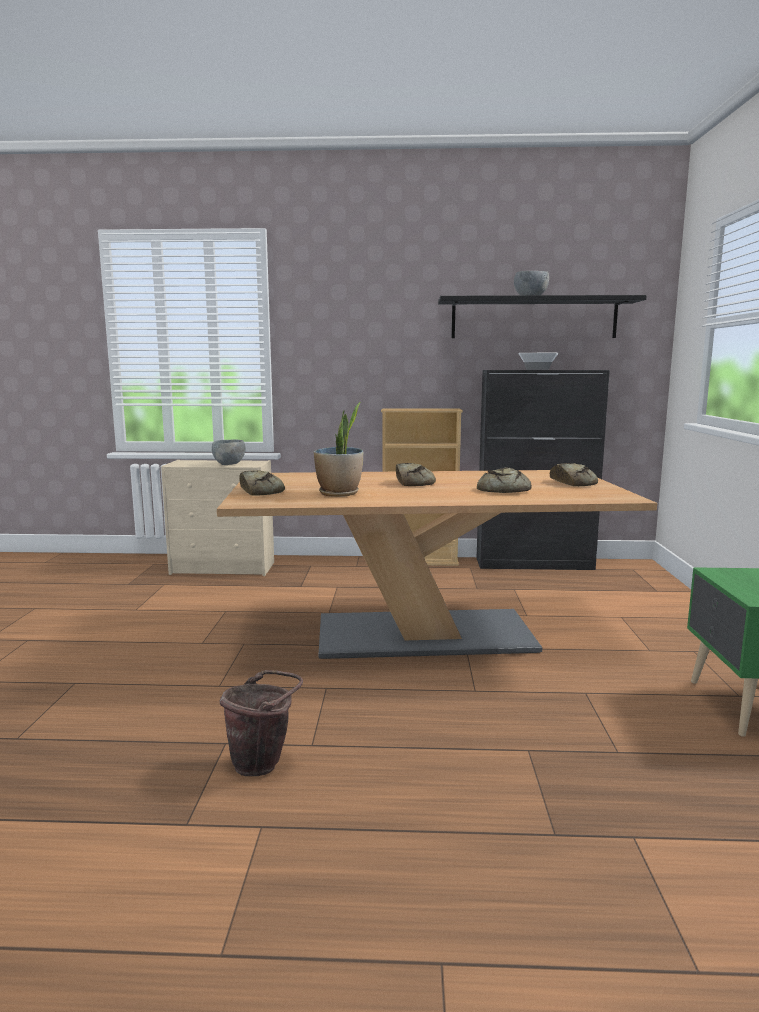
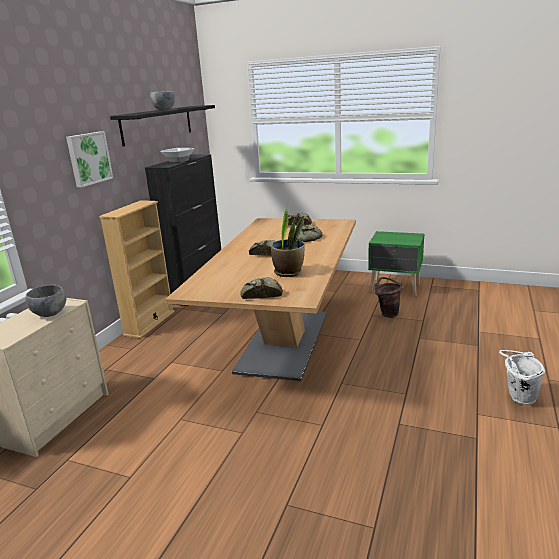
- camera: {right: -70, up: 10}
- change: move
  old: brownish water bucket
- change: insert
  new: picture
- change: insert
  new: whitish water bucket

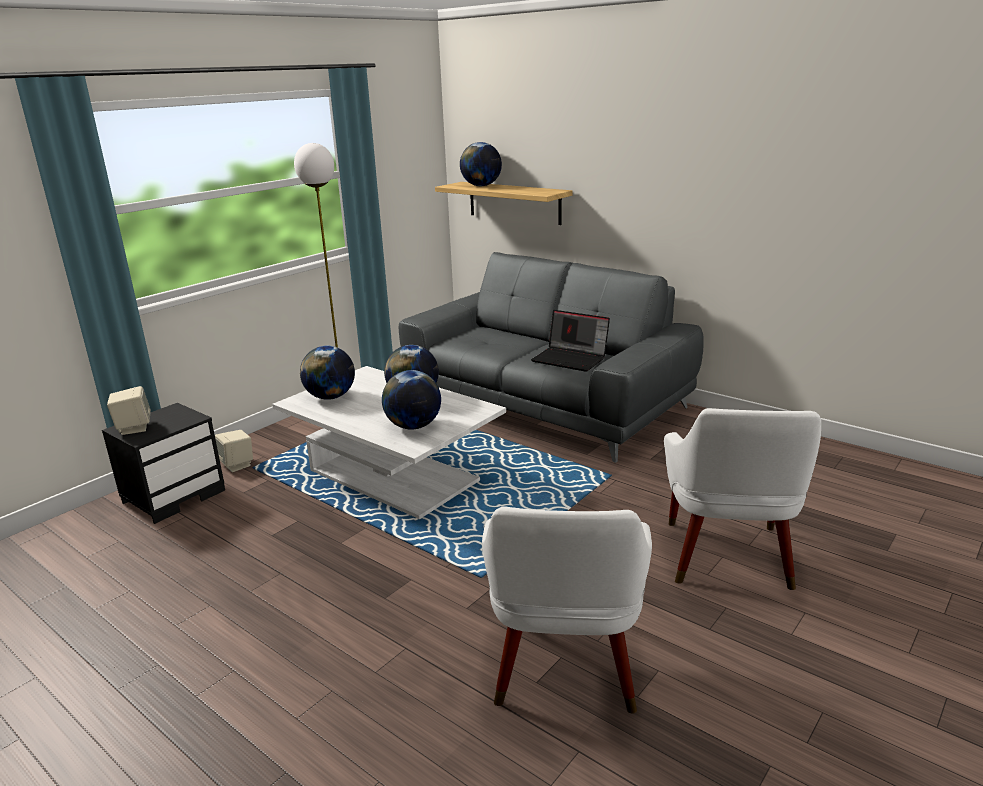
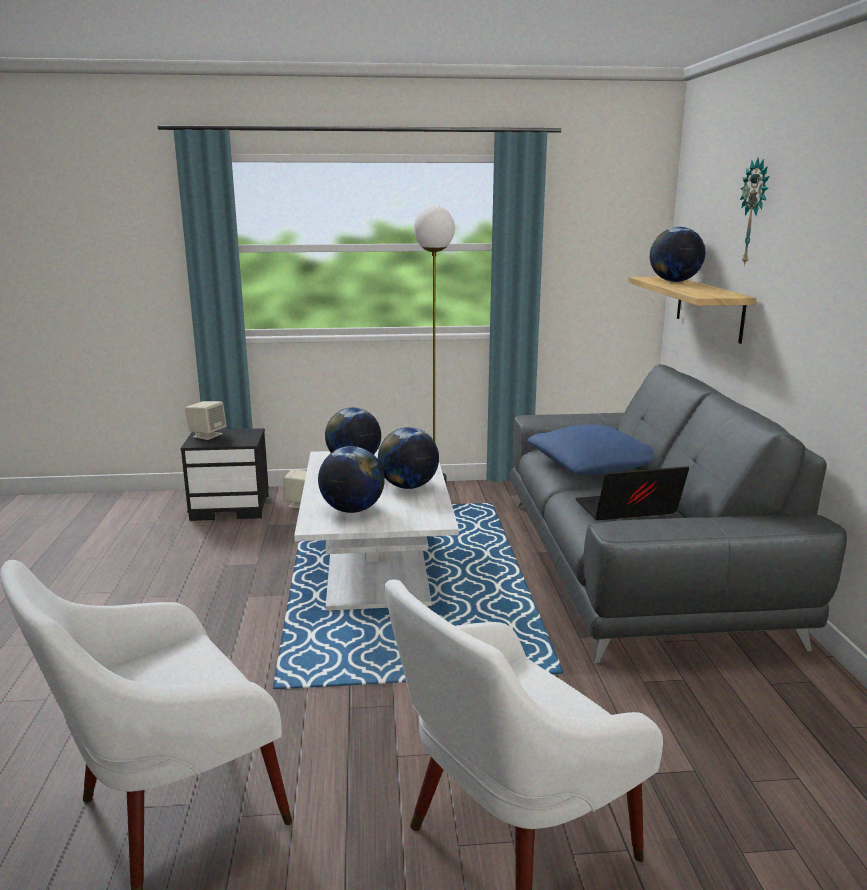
- camera: {right: 45, up: -5}
- change: rotate
  old: laptop
  degrees: 90
- change: insert
  new: bluish throw pillow
- change: insert
  new: clock on the wall

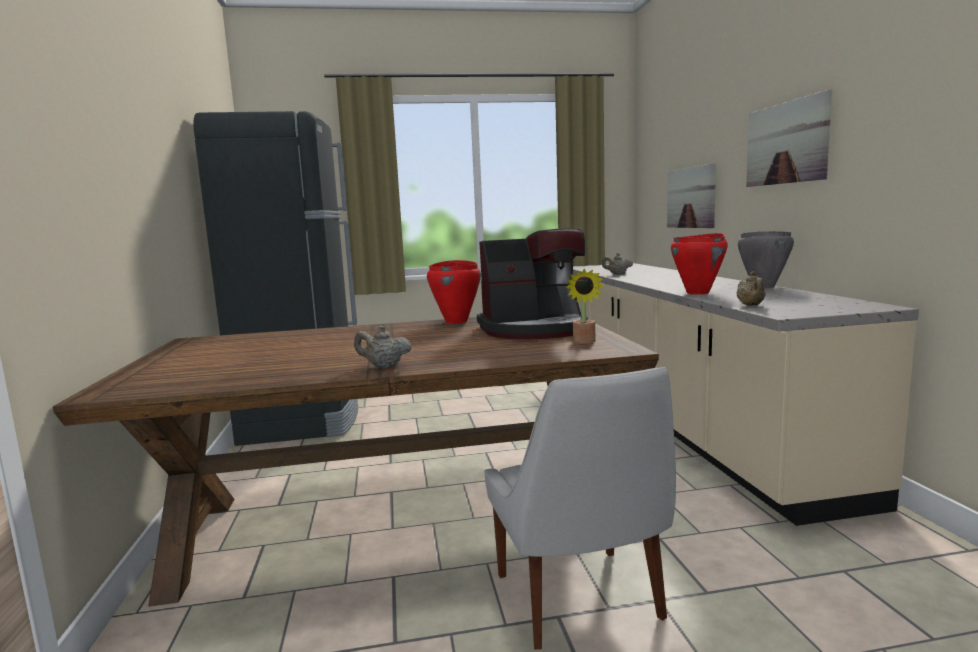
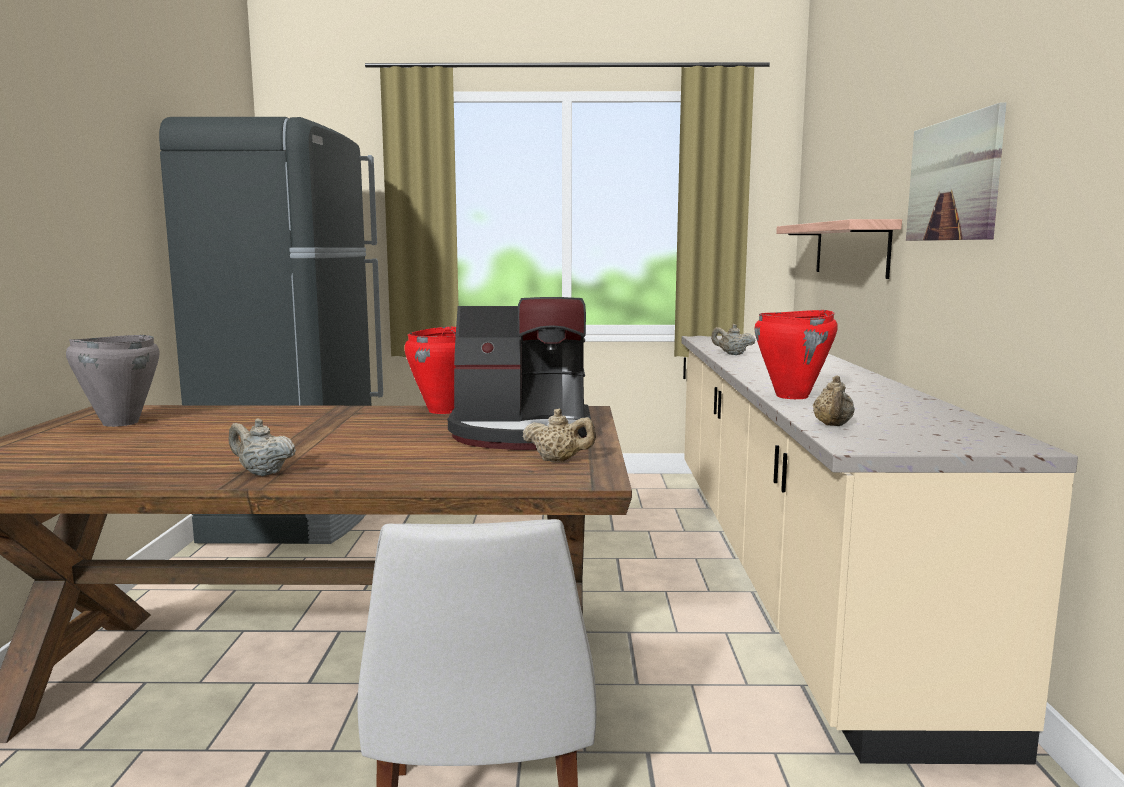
- camera: {right: 10, up: 0}
- change: replace
  old: potted plant
  new: beige teapot (2nd from left)
- change: replace
  old: picture (1st from left)
  new: bracket shelf
- change: move
  old: greyish saucepot

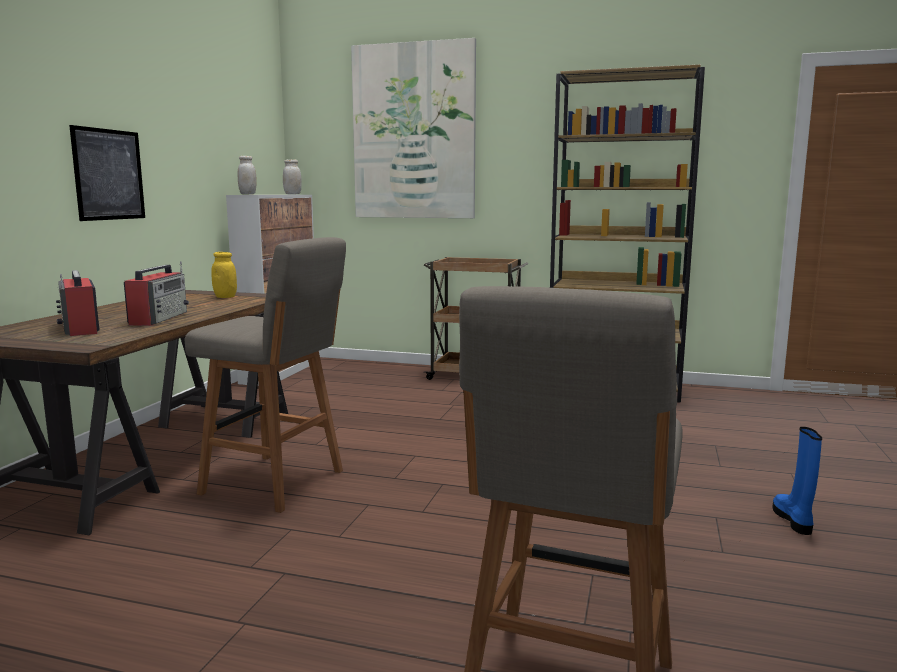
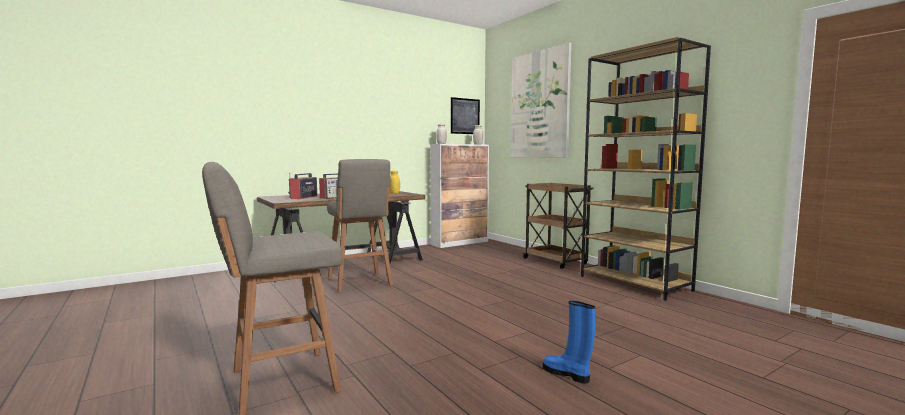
- camera: {right: 40, up: -5}
- change: move
  old: picture (1st from left)
- change: rotate
  old: bluish tall boot
  degrees: -90

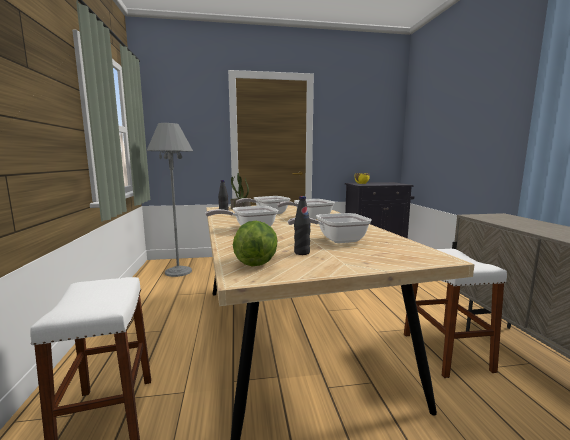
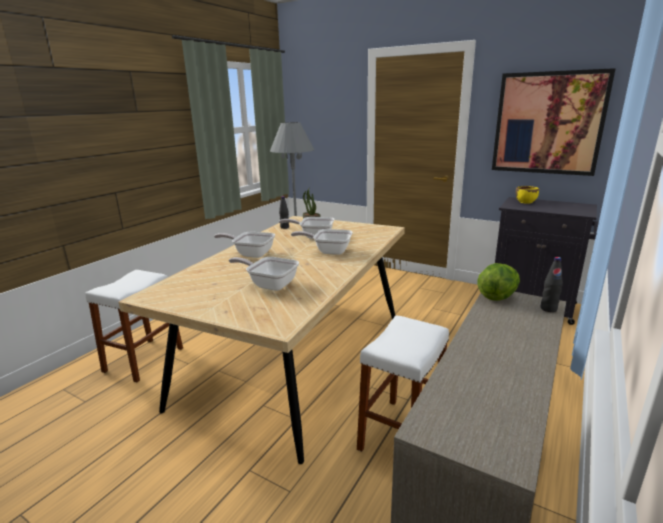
- camera: {right: 40, up: 10}
- change: move
  old: head of lettuce
- change: move
  old: black-coloured beverage bottle (2nd from left)
- change: insert
  new: picture

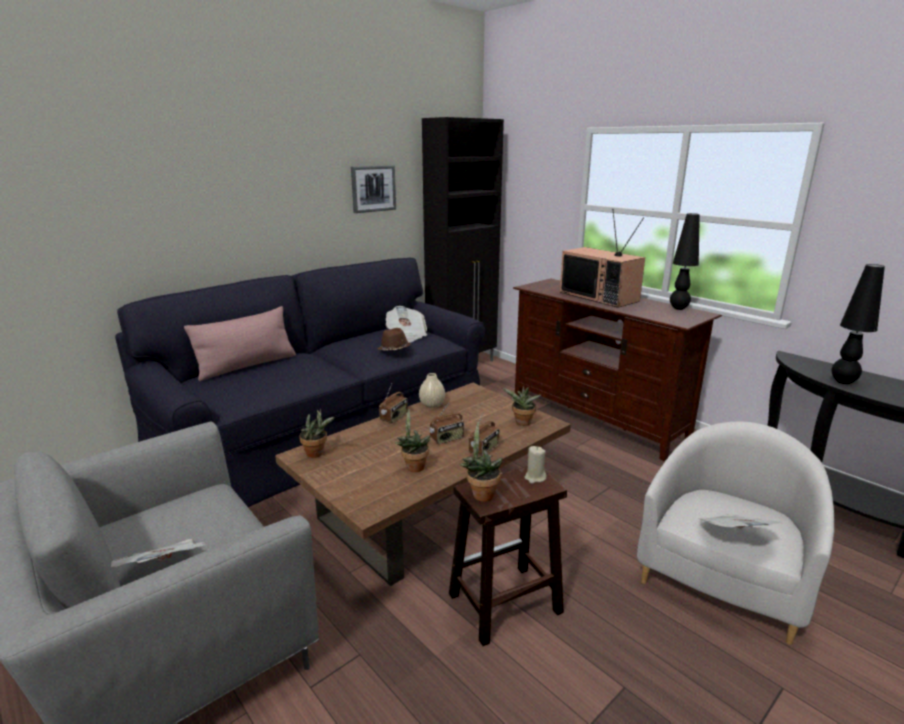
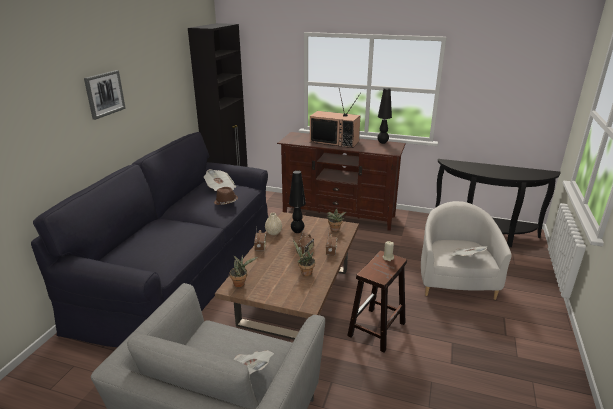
- camera: {right: -30, up: 5}
- change: delete
  old: pink-coloured throw pillow
- change: move
  old: picture
- change: delete
  old: potted plant (3rd from left)
- change: move
  old: black-coloured tabletop lamp (2nd from left in the first image)
  new: black-coloured tabletop lamp (1st from left)

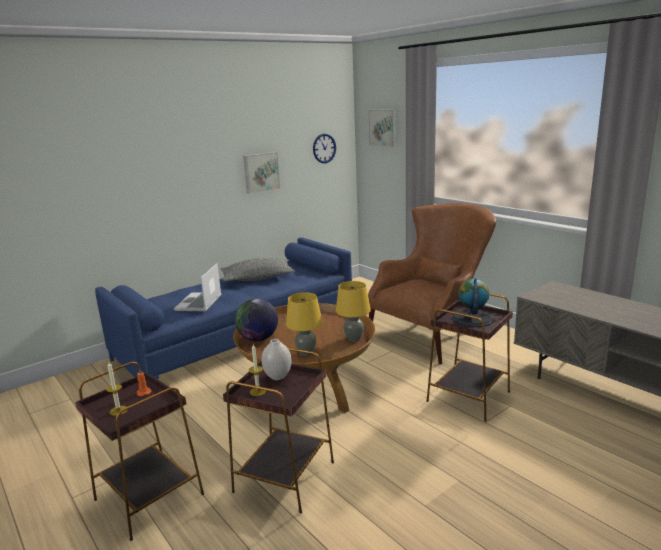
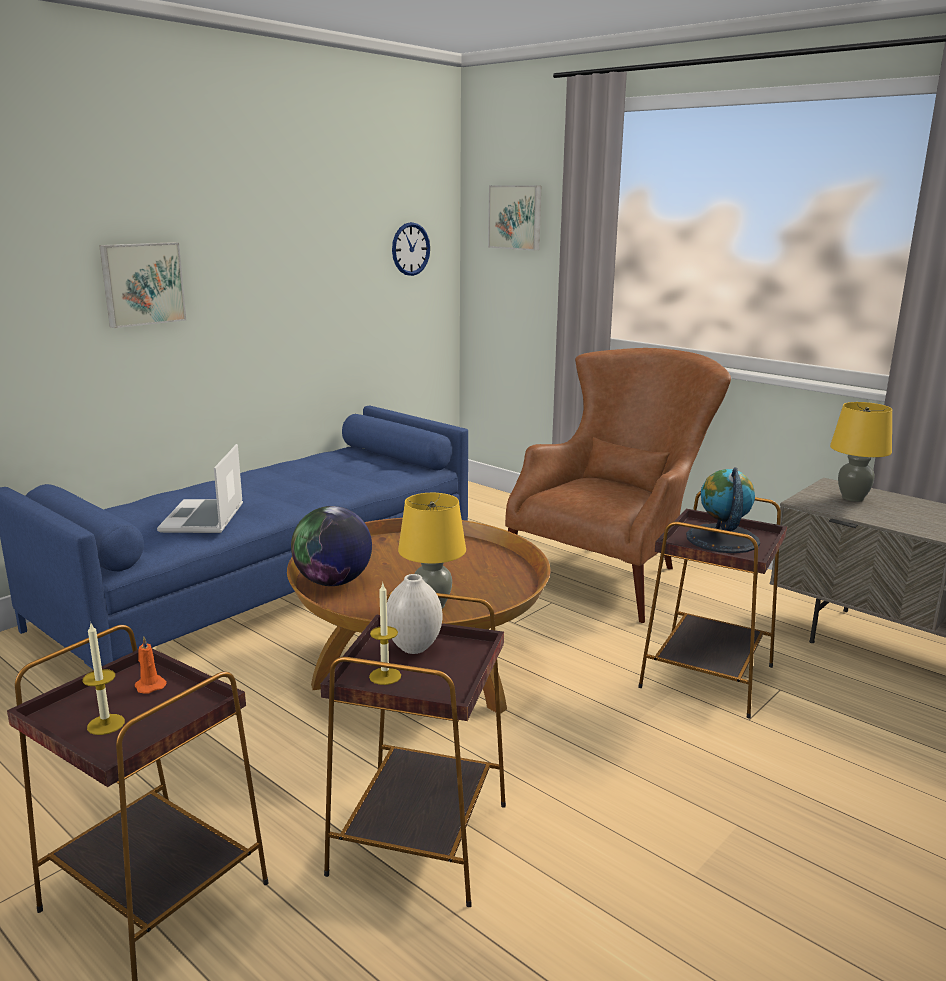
- camera: {right: -10, up: 0}
- change: delete
  old: greyish throw pillow
- change: move
  old: picture (1st from left)
- change: move
  old: yellow tabletop lamp (2nd from left)

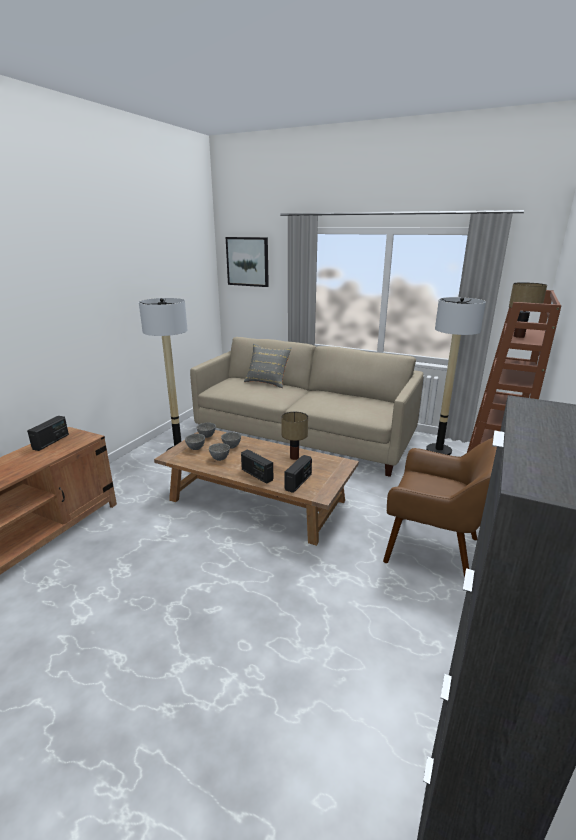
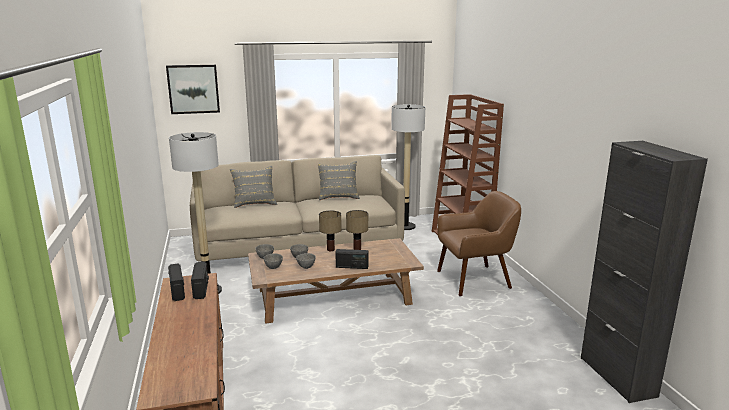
- camera: {right: -40, up: -5}
- change: move
  old: radio (3rd from left in the first image)
  new: radio (2nd from left)
- change: move
  old: tabletop lamp (2nd from left in the first image)
  new: tabletop lamp (1st from left)
- change: insert
  new: greyish throw pillow (2nd from left)

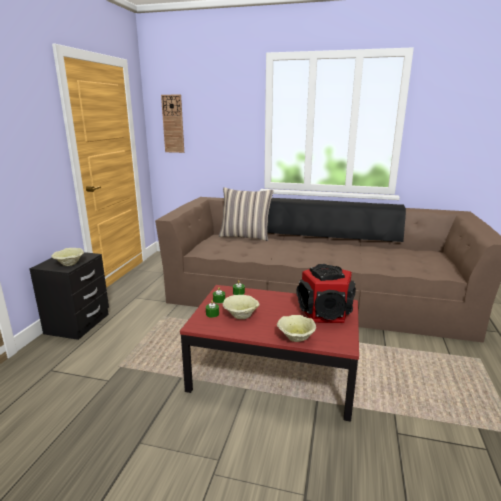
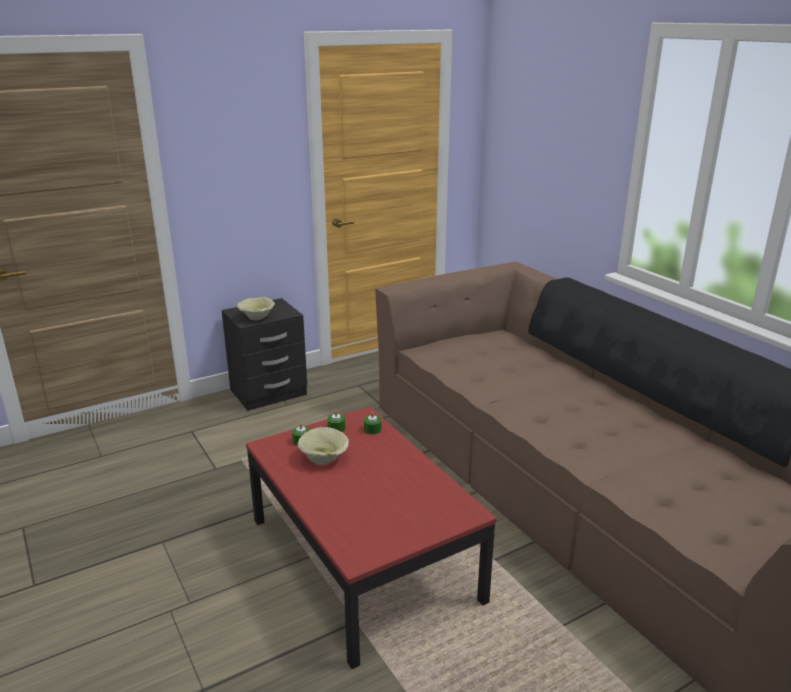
- camera: {right: 45, up: 5}
- change: delete
  old: clock on the wall
- change: delete
  old: throw pillow
- change: delete
  old: beige bowl (3rd from left)
- change: delete
  old: loudspeaker

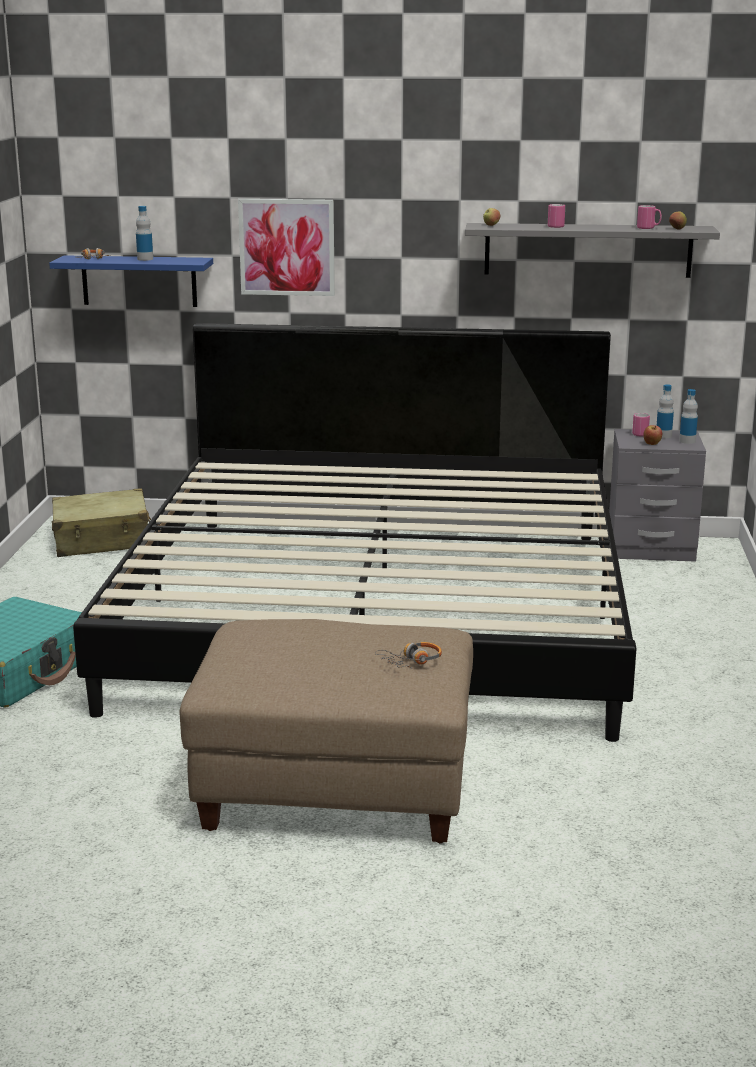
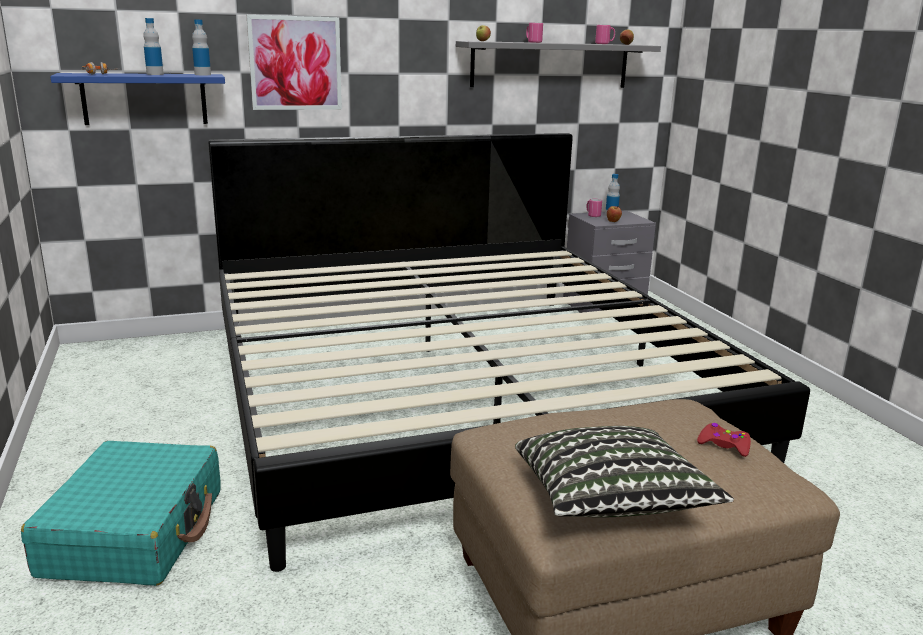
- camera: {right: -25, up: 0}
- change: delete
  old: beige travel case
- change: replace
  old: headset (2nd from left)
  new: red gamepad
- change: move
  old: beverage bottle (3rd from left in the first image)
  new: beverage bottle (2nd from left)
- change: insert
  new: throw pillow

